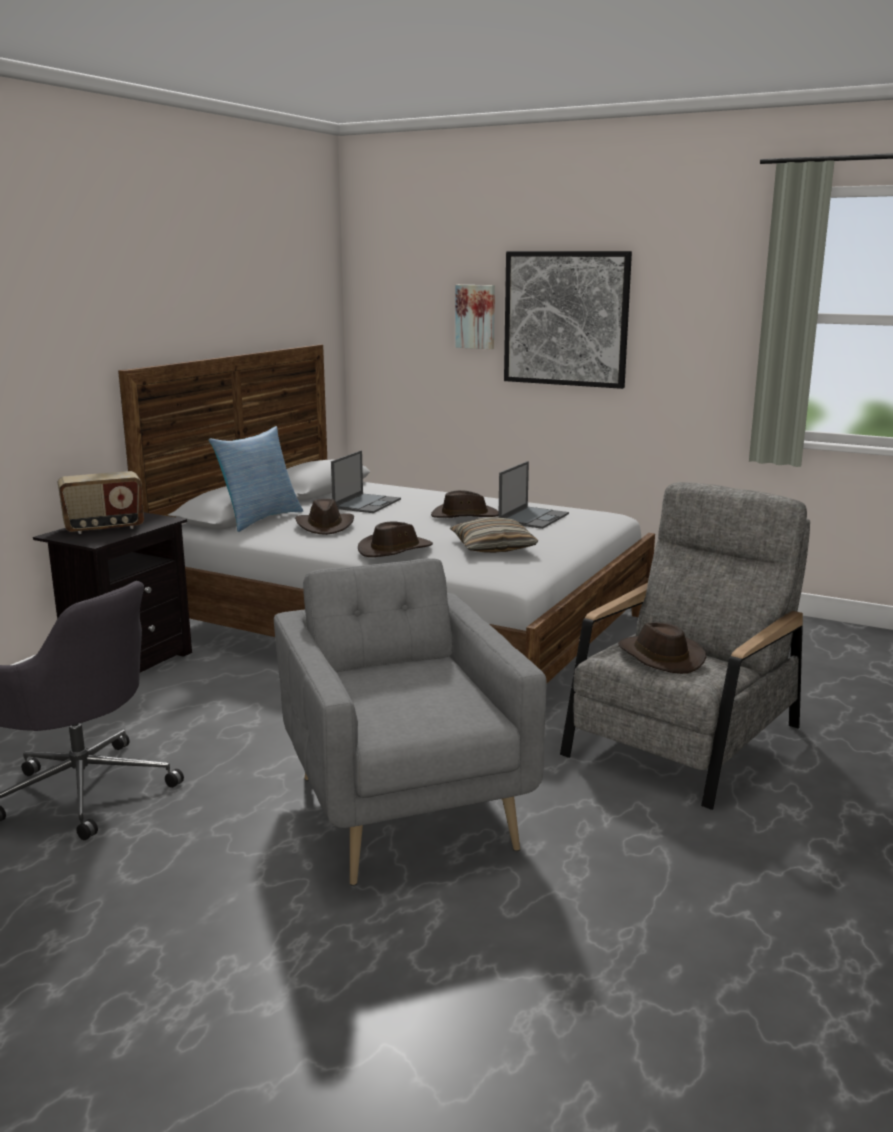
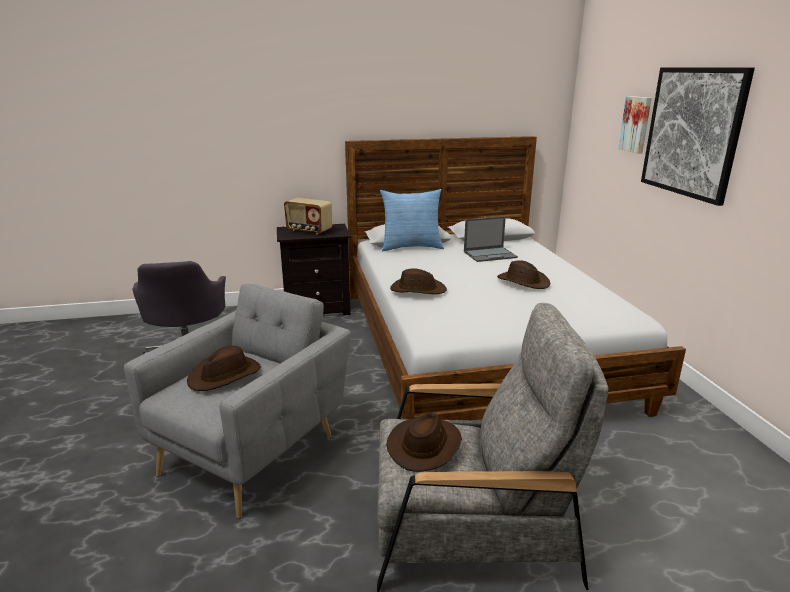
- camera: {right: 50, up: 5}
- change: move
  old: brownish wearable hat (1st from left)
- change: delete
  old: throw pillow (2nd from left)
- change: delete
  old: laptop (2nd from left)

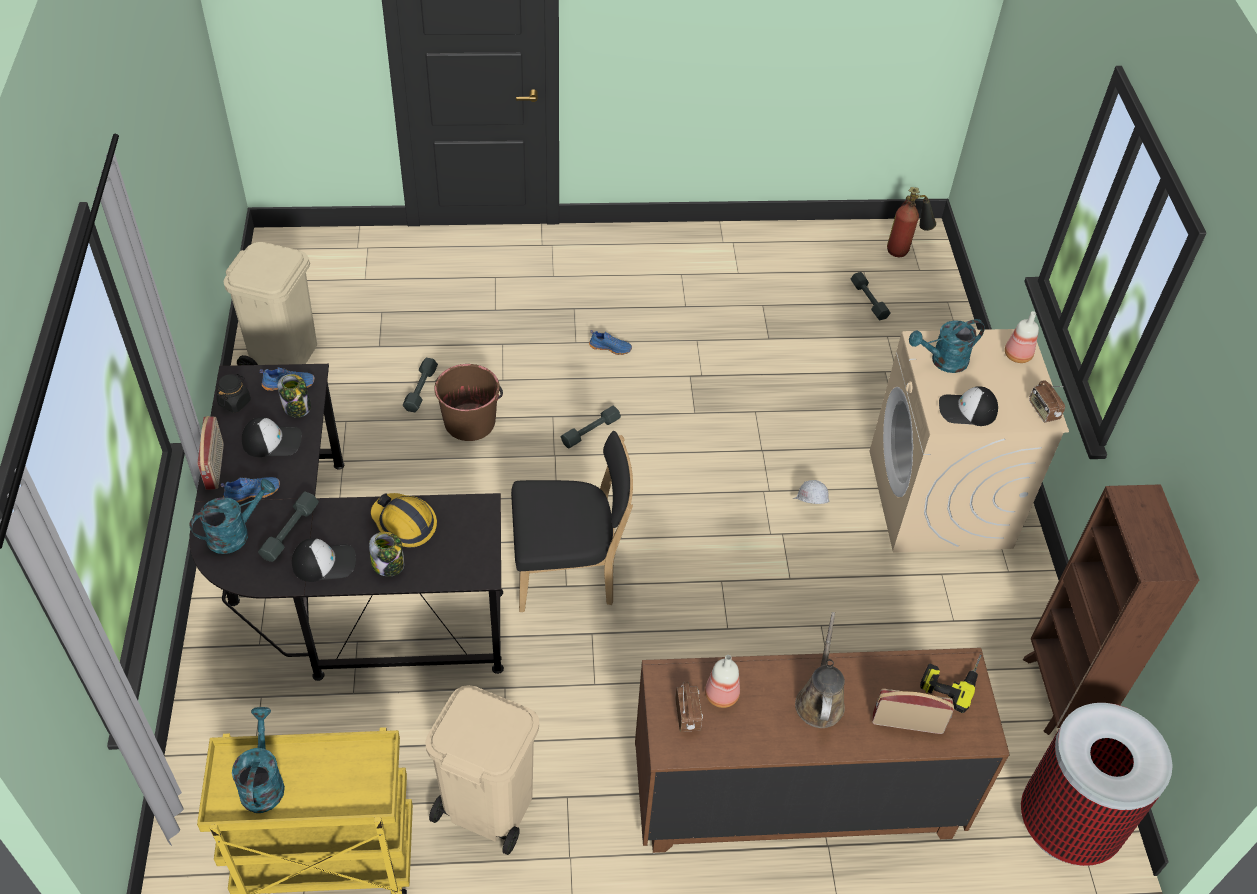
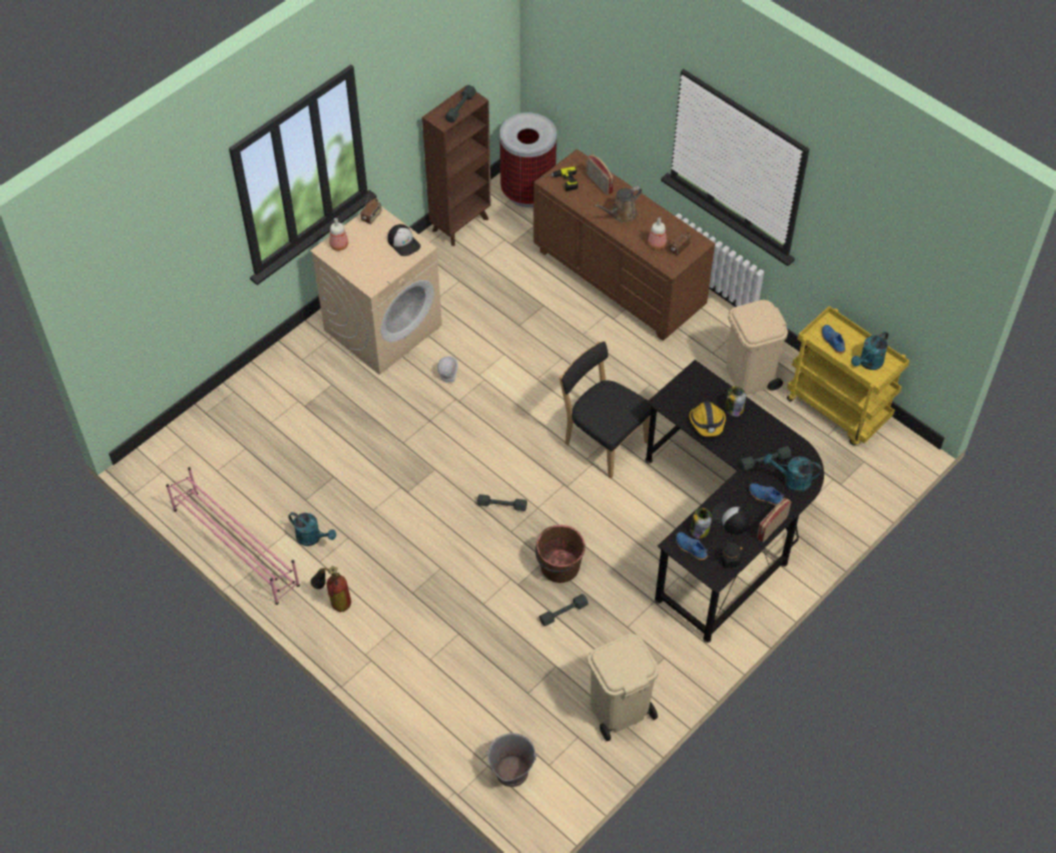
- camera: {right: -130, up: 5}
- change: delete
  old: peaked cap (2nd from left)
- change: move
  old: bluish low shoe (3rd from left)
- change: move
  old: greyish free weight (4th from left in the first image)
  new: greyish free weight (1st from left)
- change: move
  old: fire-fighting cylinder
- change: move
  old: turquoise watering pot (3rd from left in the first image)
  new: turquoise watering pot (1st from left)
- change: insert
  new: pink-coloured shoe shelf
- change: insert
  new: greyish water bucket

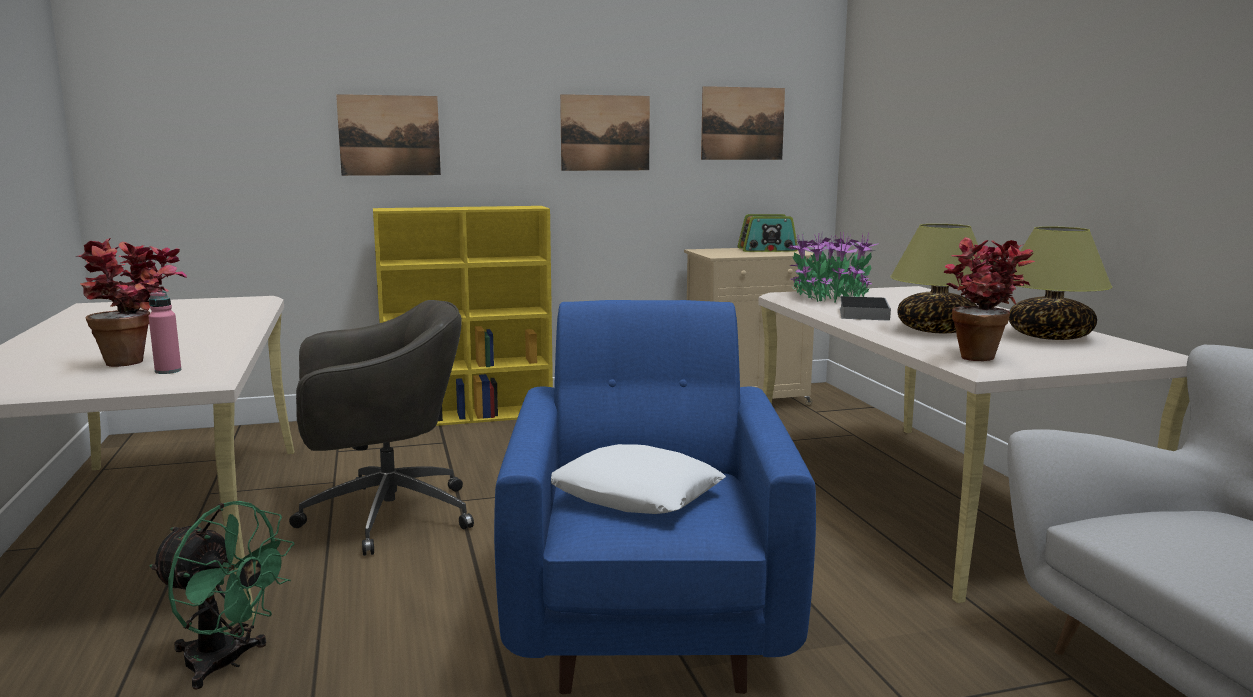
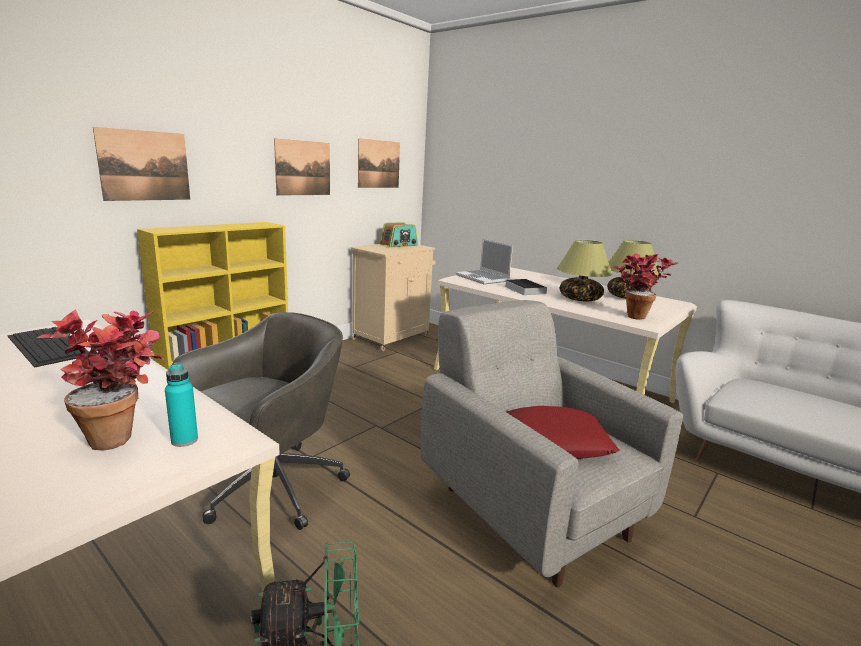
- camera: {right: -35, up: 5}
- change: recolor
  old: pink-coloured beverage bottle
  new: turquoise beverage bottle
- change: recolor
  old: bluish armchair
  new: greyish armchair
- change: recolor
  old: whitish throw pillow
  new: red throw pillow
- change: replace
  old: potted plant (2nd from left)
  new: laptop
- change: insert
  new: PC keyboard

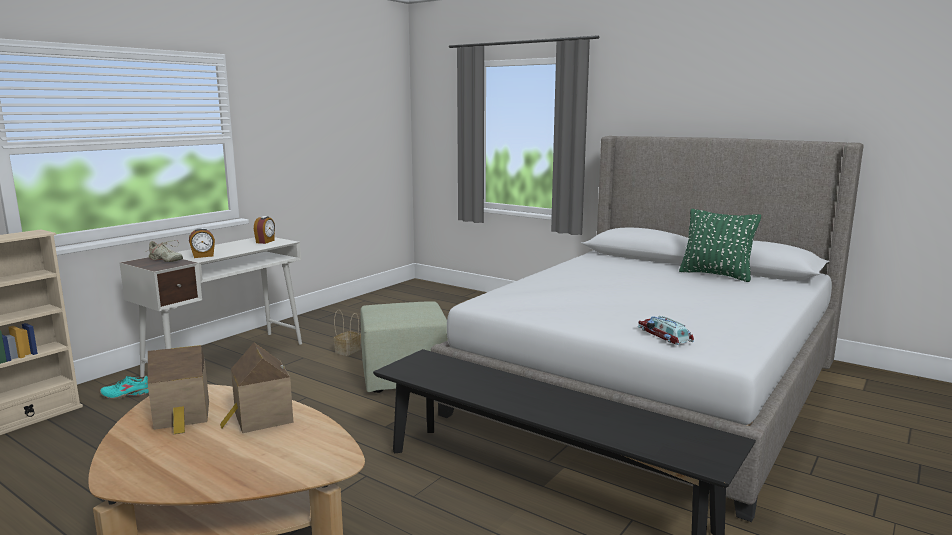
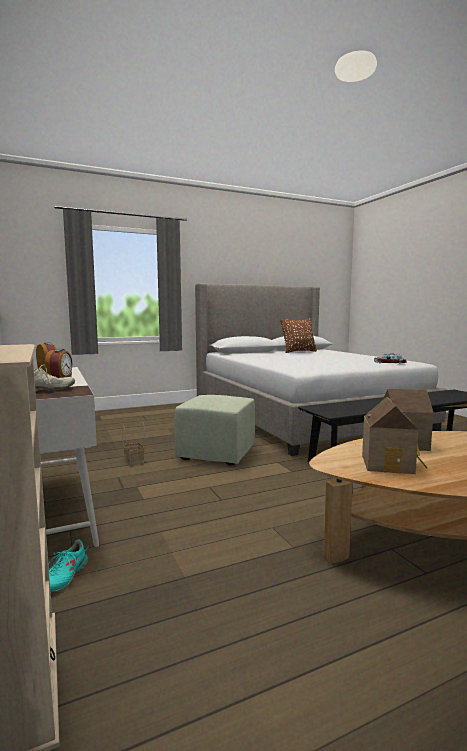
- camera: {right: -60, up: -5}
- change: recolor
  old: green-coloured throw pillow
  new: brownish throw pillow

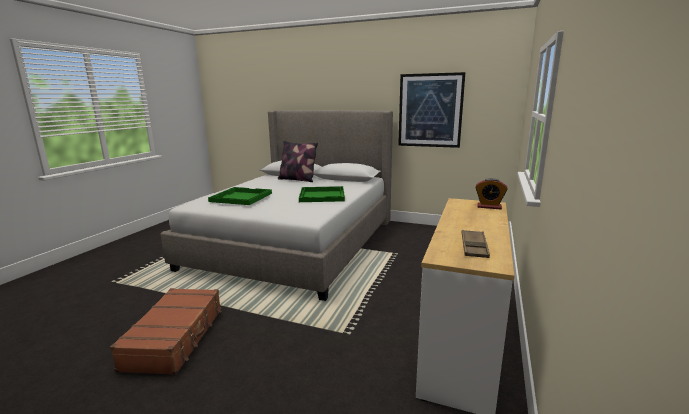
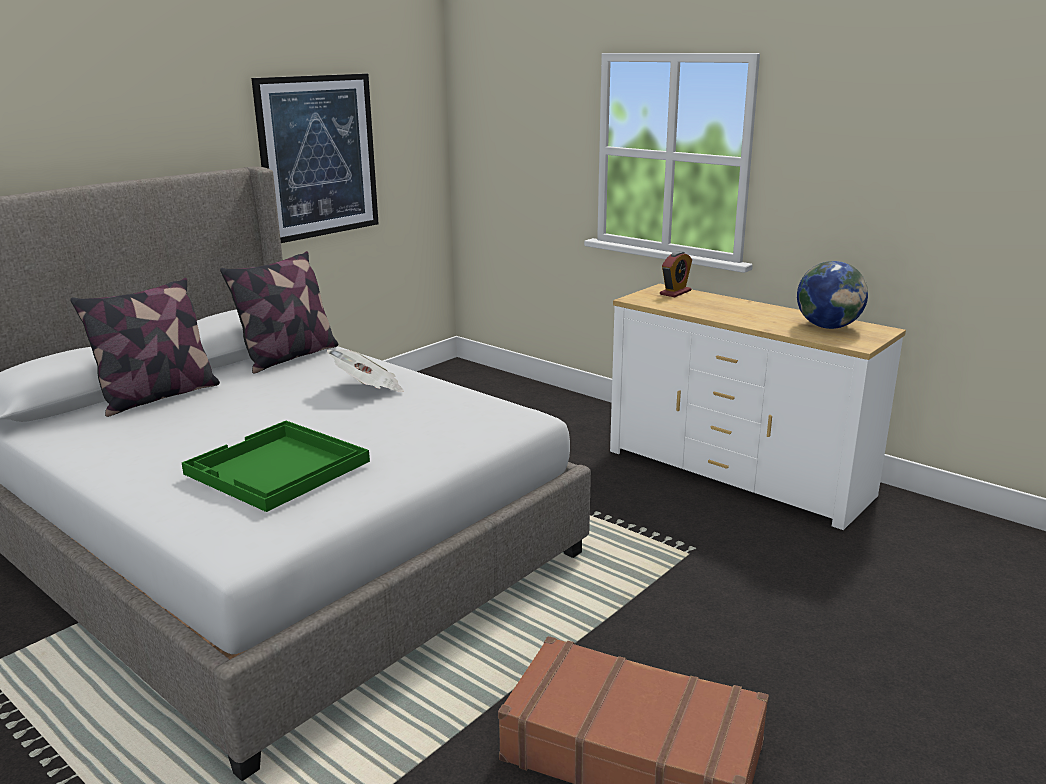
- camera: {right: -70, up: 5}
- change: replace
  old: green-coloured tray (2nd from left)
  new: printed paper
- change: replace
  old: brownish tray
  new: world globe
- change: insert
  new: throw pillow (2nd from left)

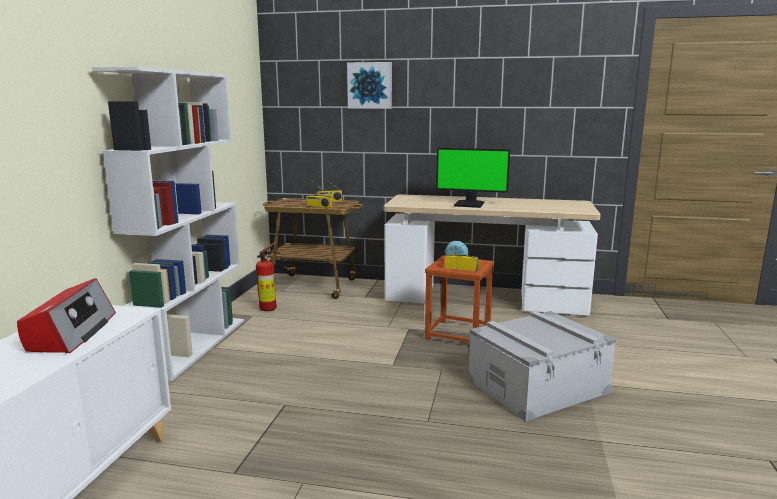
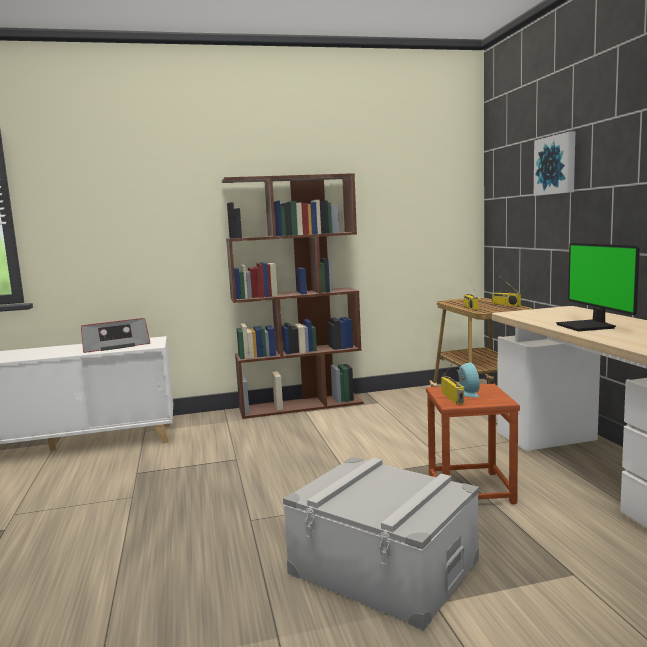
- camera: {right: 65, up: -5}
- change: recolor
  old: whitish bookcase
  new: brownish bookcase
- change: delete
  old: fire-fighting cylinder

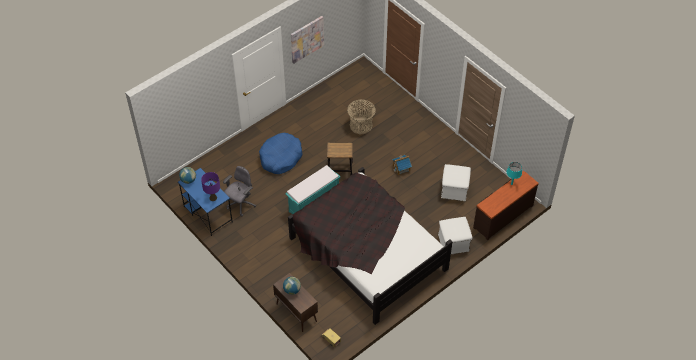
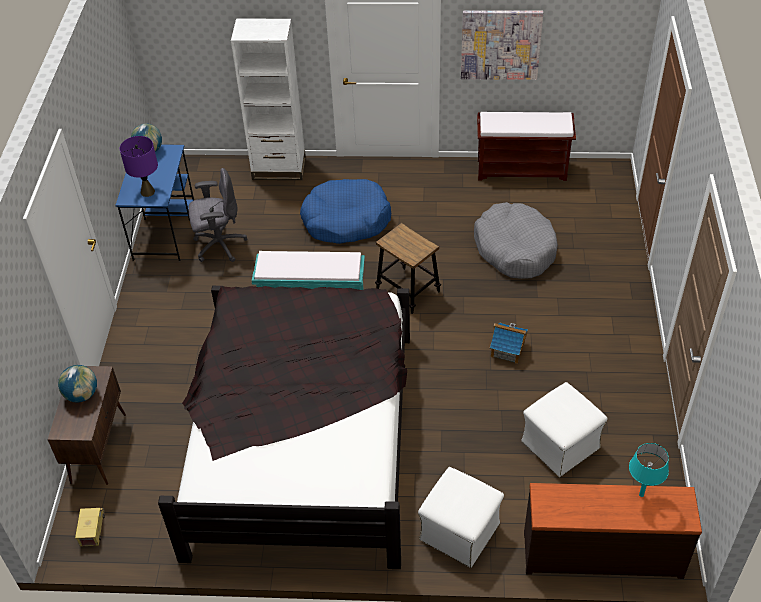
- camera: {right: 45, up: -5}
- change: replace
  old: household basket
  new: greyish pet bed
- change: insert
  new: whitish bookcase
- change: insert
  new: brownish long seat

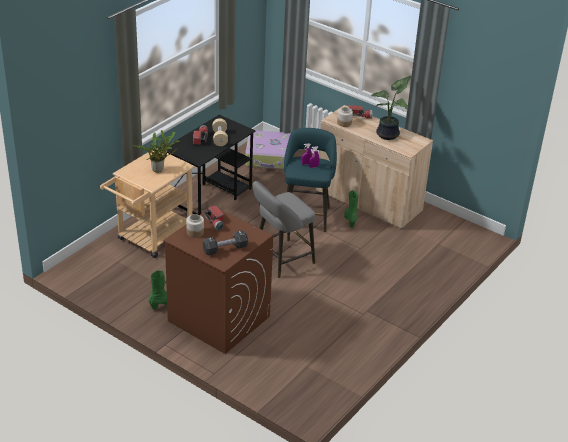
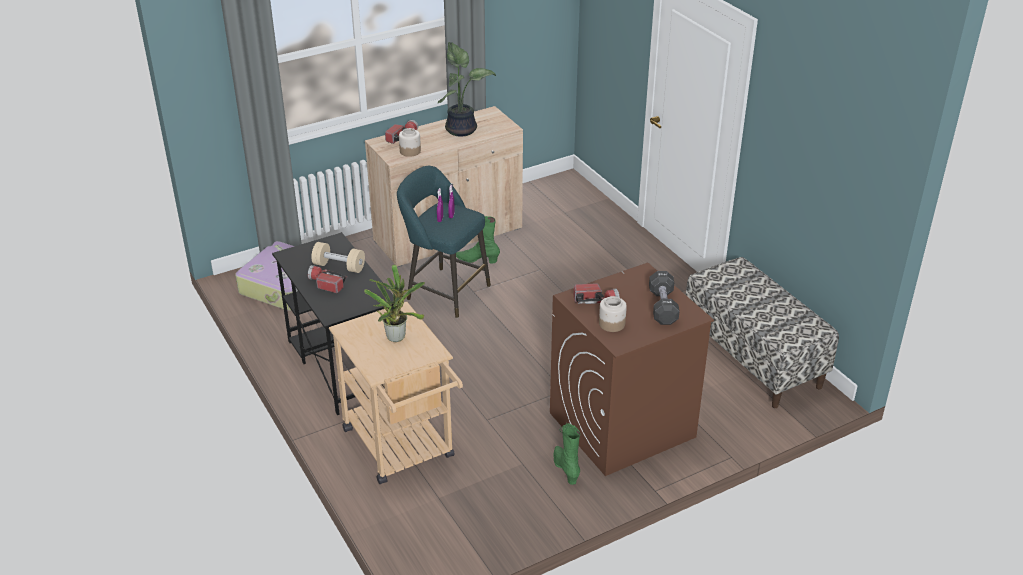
- camera: {right: -65, up: 0}
- change: delete
  old: greyish sitting stool
- change: insert
  new: long seat

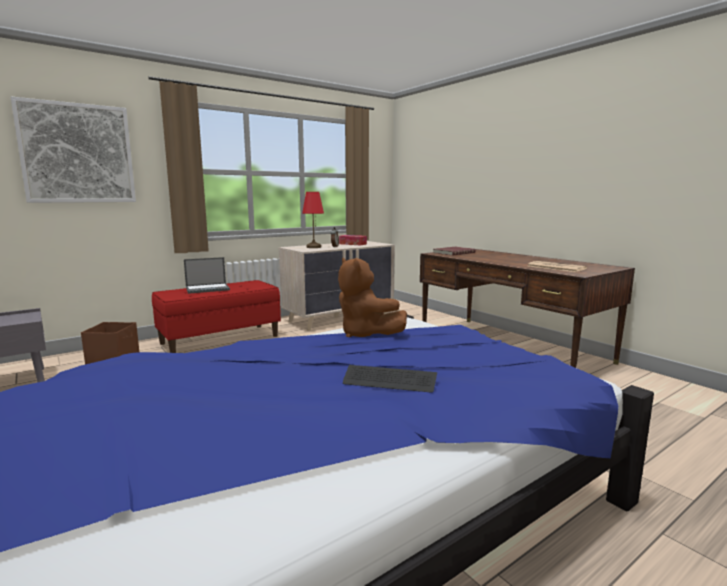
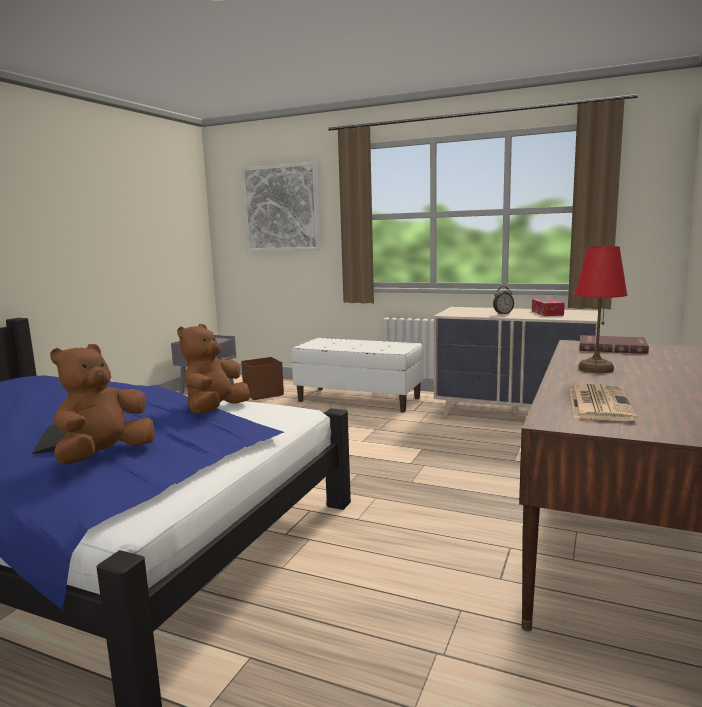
- camera: {right: 60, up: 0}
- change: recolor
  old: red long seat
  new: whitish long seat
- change: delete
  old: laptop
- change: move
  old: red tabletop lamp
- change: insert
  new: brownish cuddly toy (1st from left)

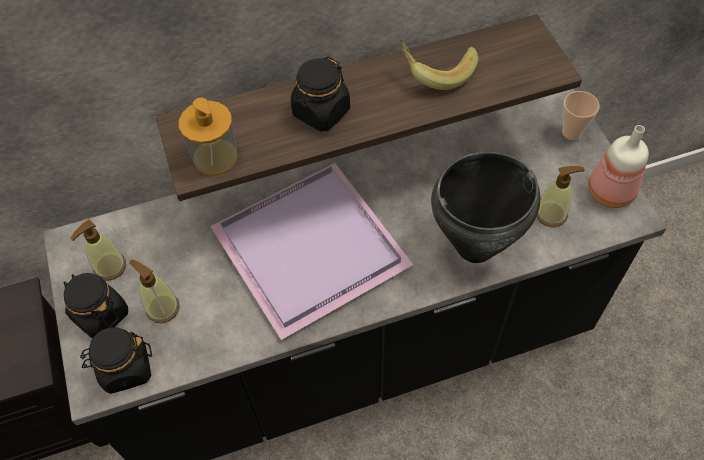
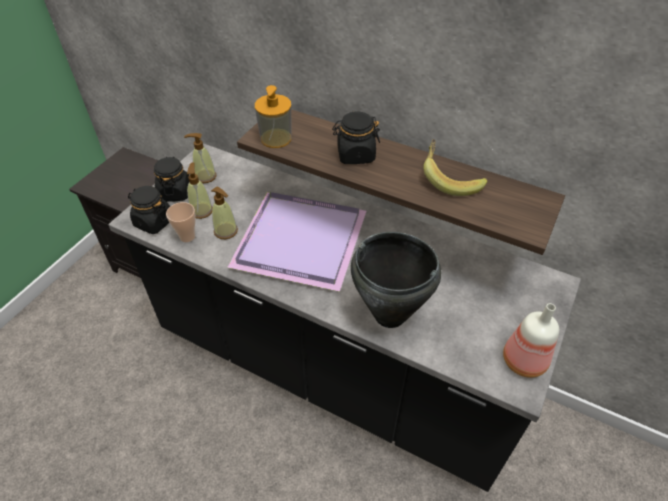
- camera: {right: 45, up: -10}
- change: move
  old: soap dispenser (4th from left in the first image)
  new: soap dispenser (3rd from left)
- change: move
  old: drinking cup

